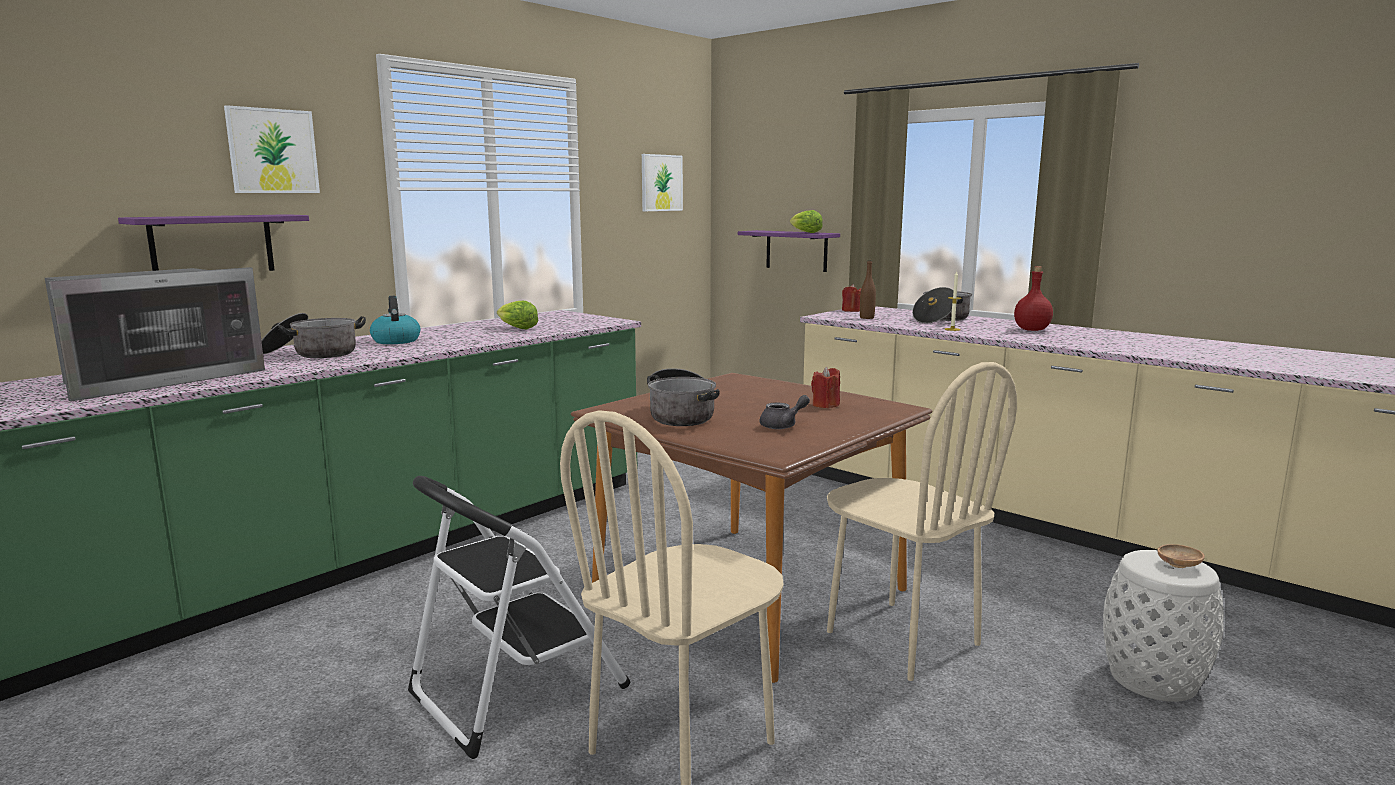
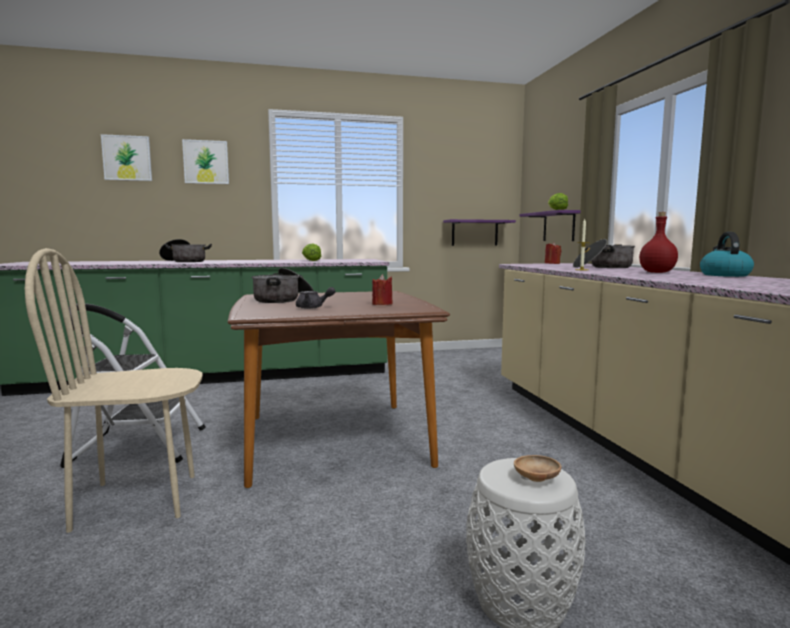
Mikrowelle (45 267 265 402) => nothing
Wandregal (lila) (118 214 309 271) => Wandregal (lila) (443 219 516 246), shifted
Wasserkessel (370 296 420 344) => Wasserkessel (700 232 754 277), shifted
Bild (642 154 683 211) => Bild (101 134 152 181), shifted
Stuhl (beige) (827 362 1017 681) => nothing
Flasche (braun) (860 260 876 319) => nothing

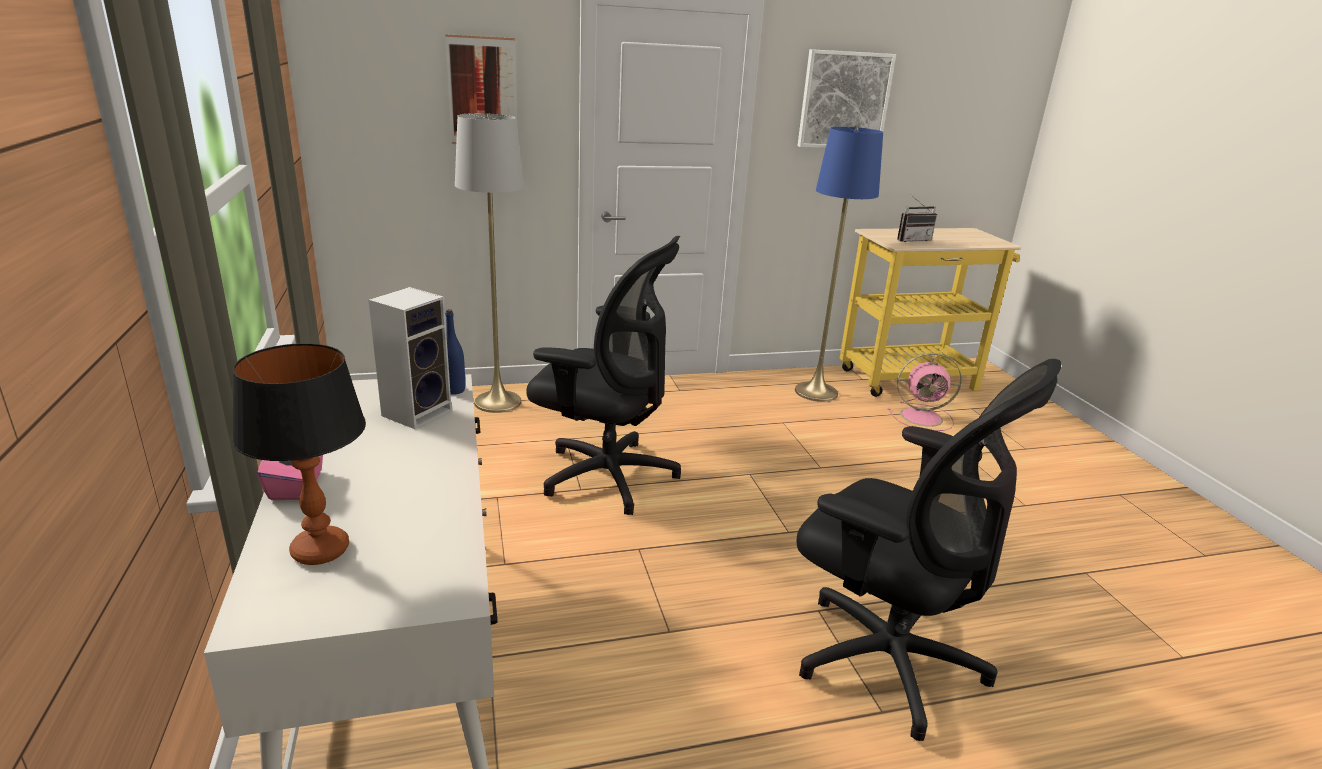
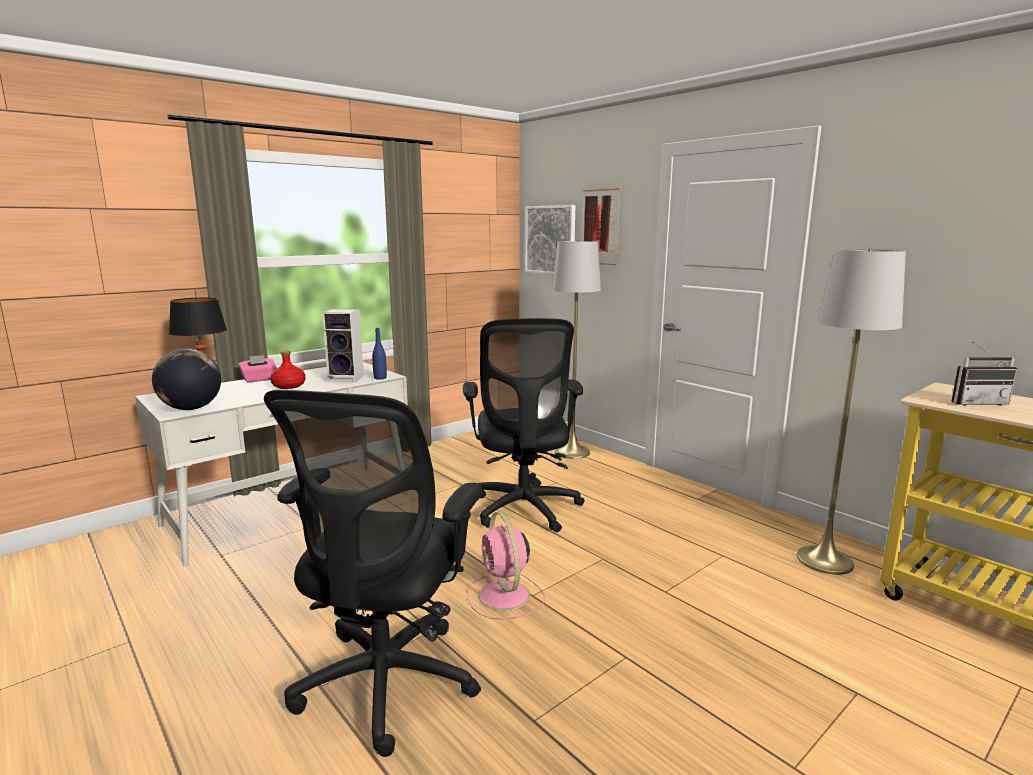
Stehlampe (blau) (795 127 883 402) => Stehlampe (grau) (796 248 906 575)
Bild (798 49 896 148) => Bild (525 205 575 275), shifted
Ventilator (rosa) (888 353 962 431) => Ventilator (rosa) (467 512 545 620), shifted
Radio (897 195 937 242) => Radio (951 341 1017 406), 45 degrees counterclockwise
nothing => Globus (152 349 221 410)
nothing => Flasche (rot) (270 351 306 389)

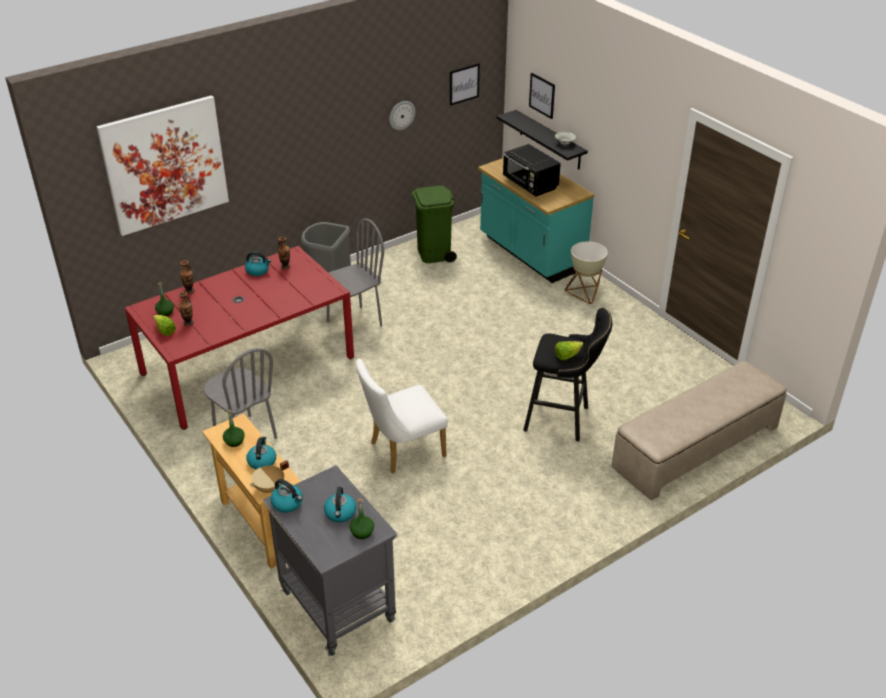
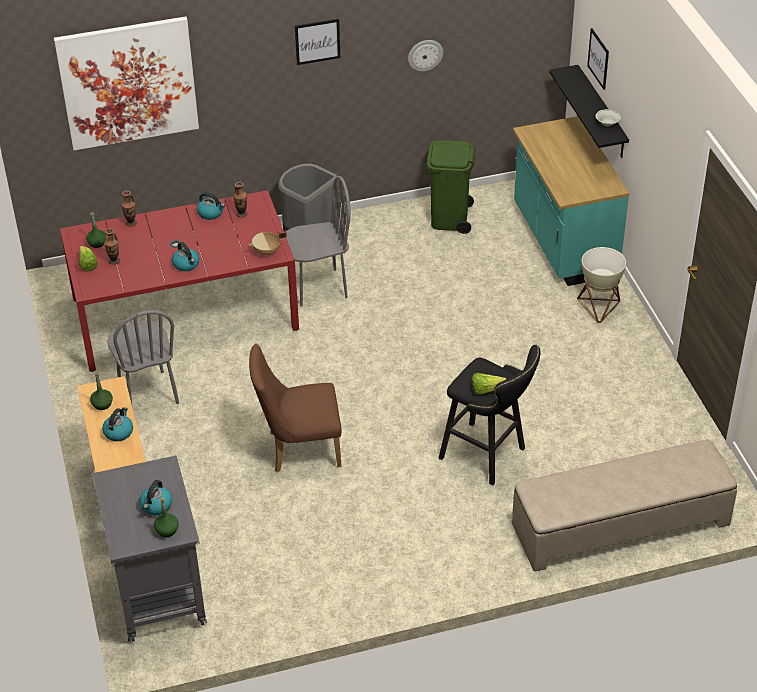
Kochtopf (beige) (250 460 289 493) => Kochtopf (beige) (248 230 287 256), shifted
Wasserkessel (270 479 303 512) => Wasserkessel (172 242 199 271), shifted
Stuhl (weiß) (356 359 448 474) => Stuhl (braun) (249 344 342 472)
Bild (450 63 480 106) => Bild (295 19 340 65), shifted
Mikrowelle (schwarz) (503 144 561 196) => nothing

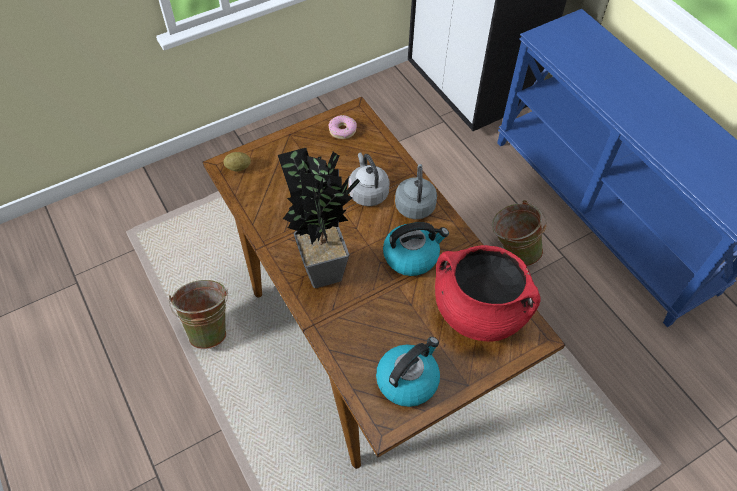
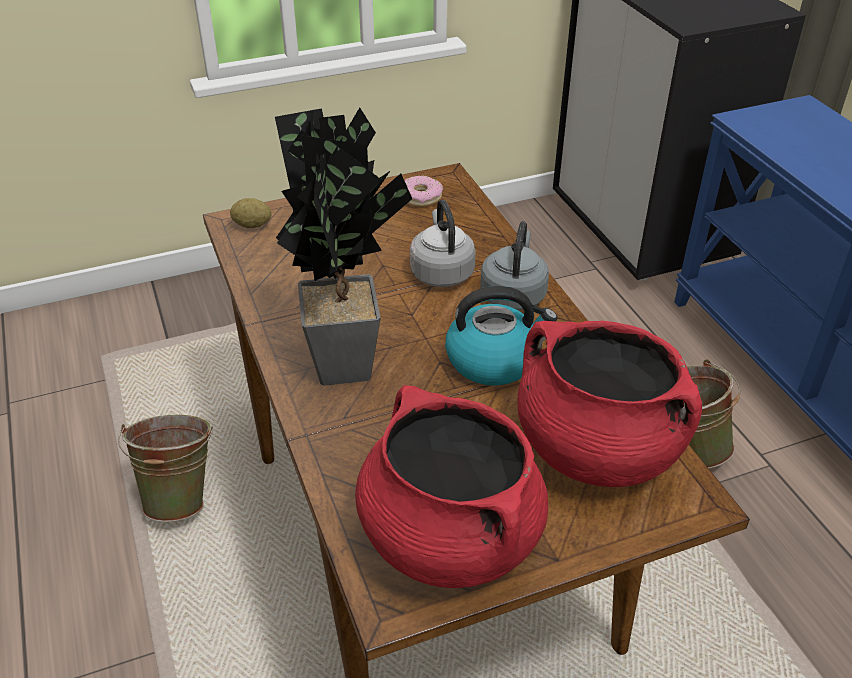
Wasserkessel (376 337 440 407) => Kochtopf (rot) (355 385 548 588)

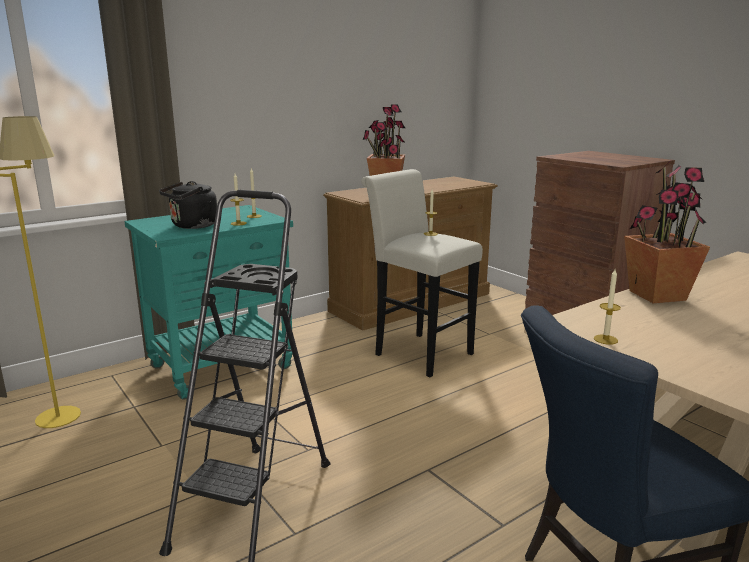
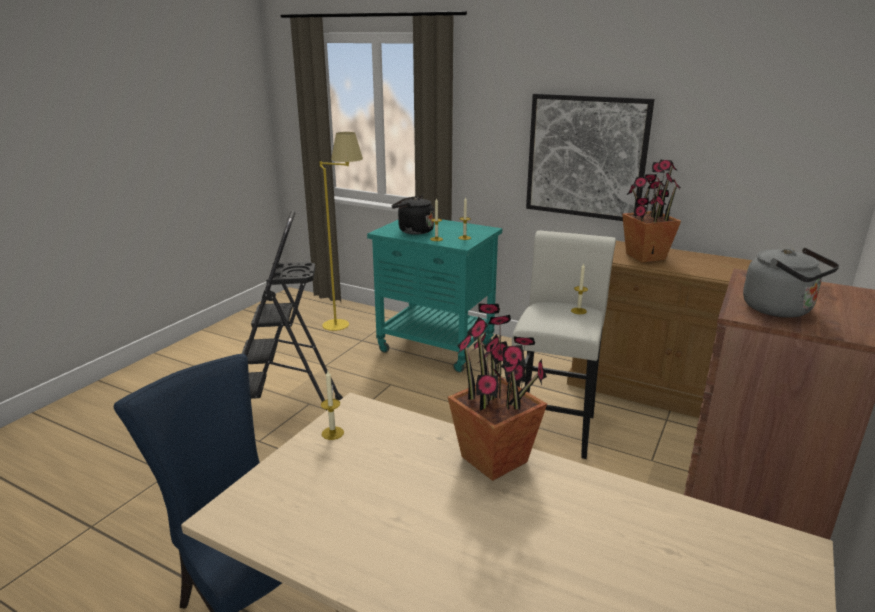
nothing => Bild (526 93 655 221)
nothing => Wasserkessel (grau) (743 248 839 318)

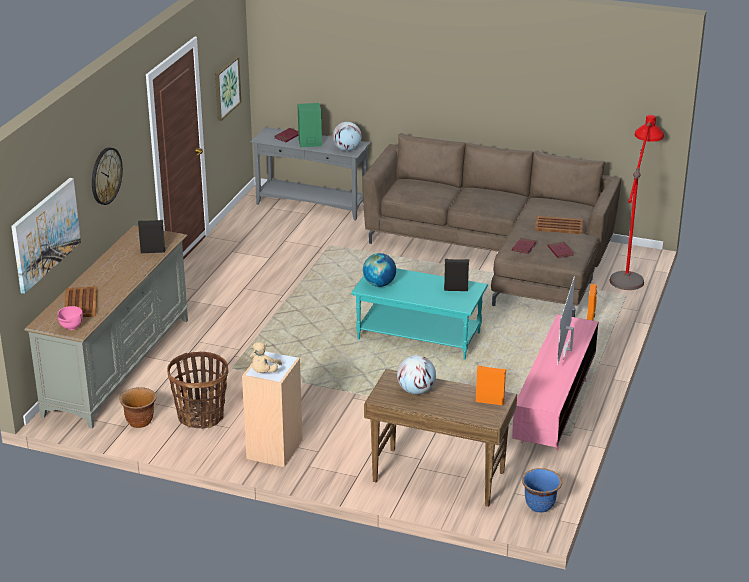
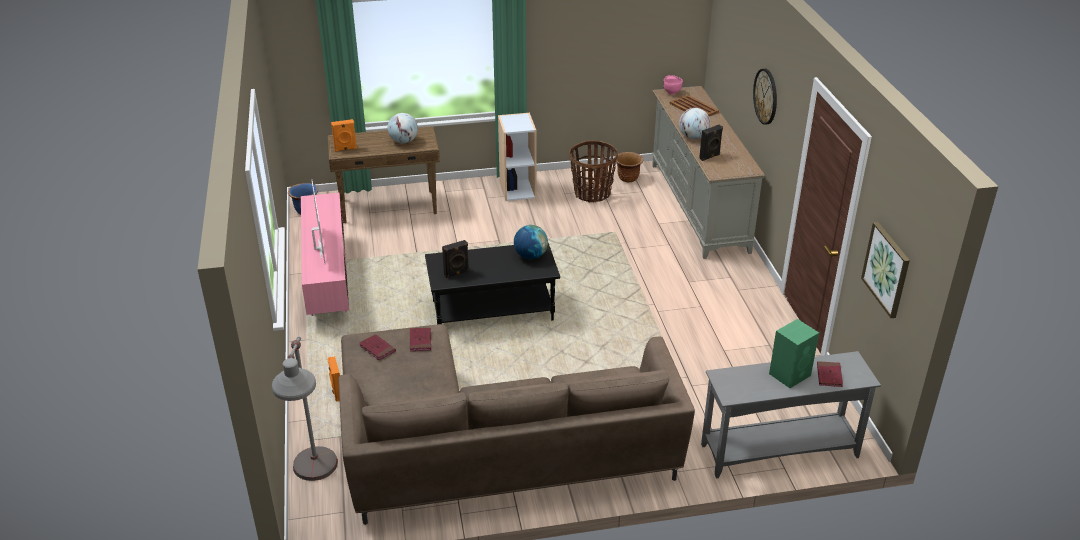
Bild (11 178 81 294) => nothing
Plüschtier (beige) (250 342 282 373) => nothing
Globus (333 122 362 151) => Globus (679 108 710 139), shifted
Couchtisch (türkis) (351 268 488 360) => Couchtisch (schwarz) (425 243 560 324)
Tablett (braun) (535 216 584 234) => nothing
Stehlampe (rot) (609 115 664 290) => Stehlampe (grau) (272 336 338 481)

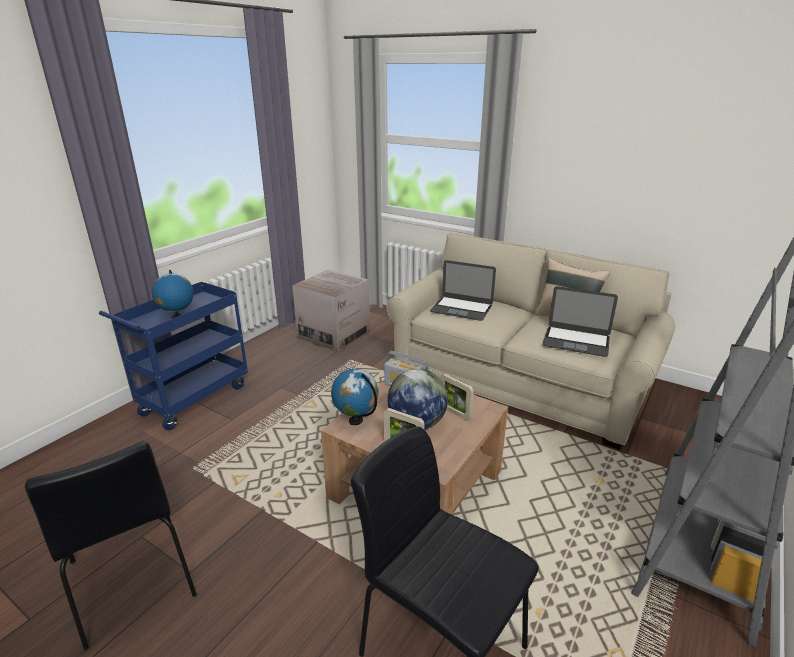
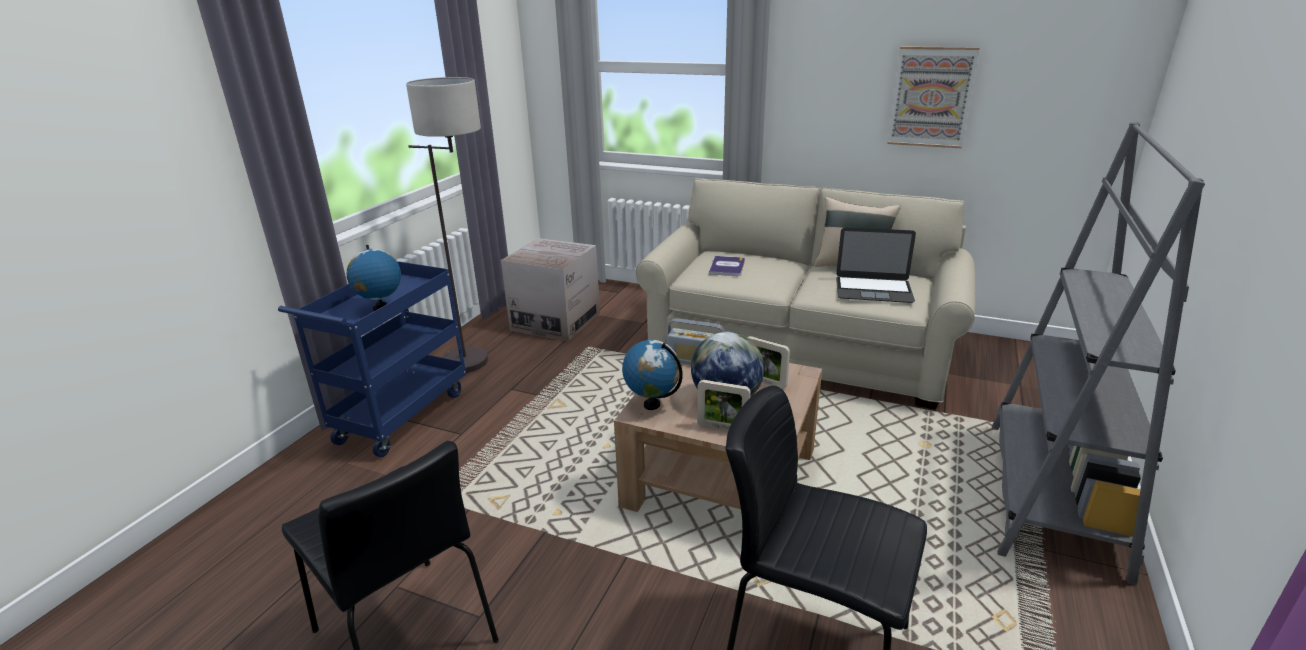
Laptop (430 260 496 321) => Buch (709 256 745 276)
nothing => Stehlampe (grau) (406 77 488 373)
nothing => Bild (887 46 980 148)

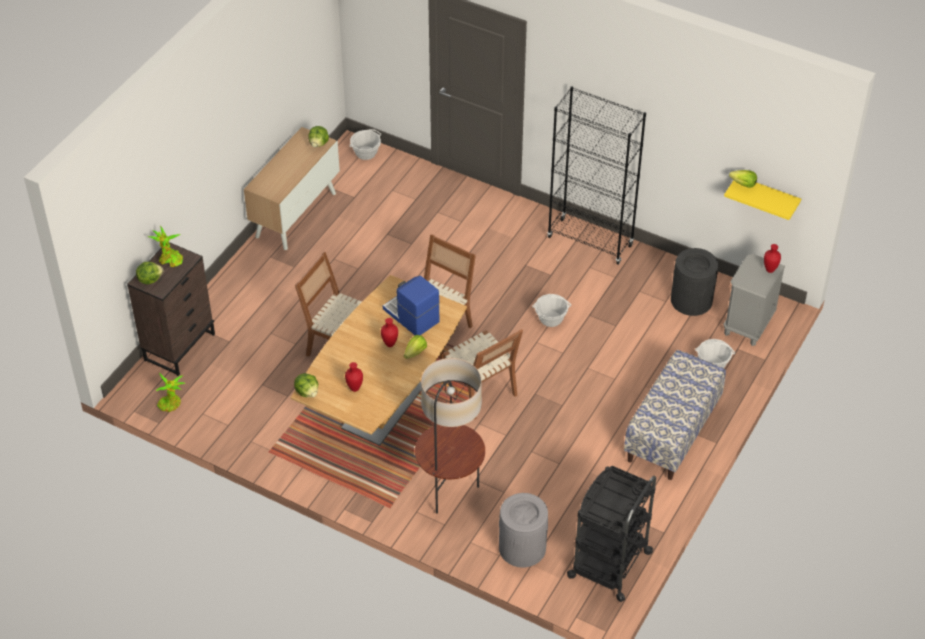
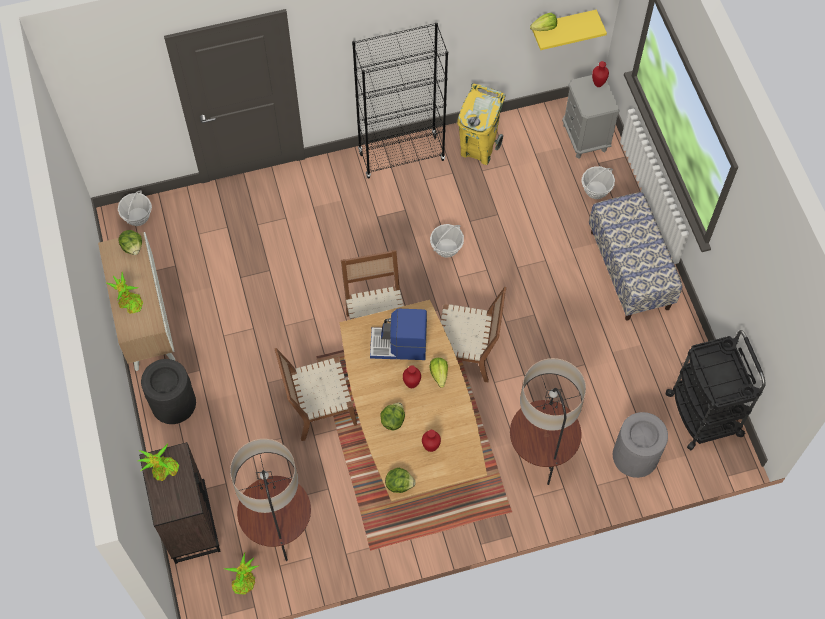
Salatkopf (136 262 164 284) => Salatkopf (380 402 405 430), shifted
Mülleimer (schwarz) (671 248 718 316) => Mülleimer (schwarz) (141 359 196 424), shifted
nothing => Topfpflanze (106 272 143 314)
nothing => Stehlampe (230 439 311 561)
nothing => Mülleimer (gelb) (457 83 506 165)

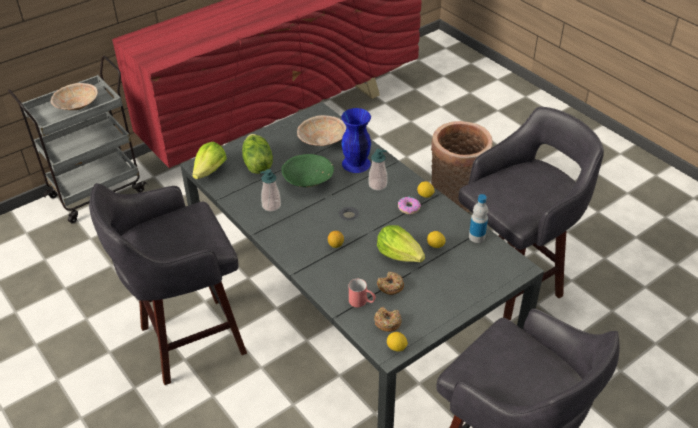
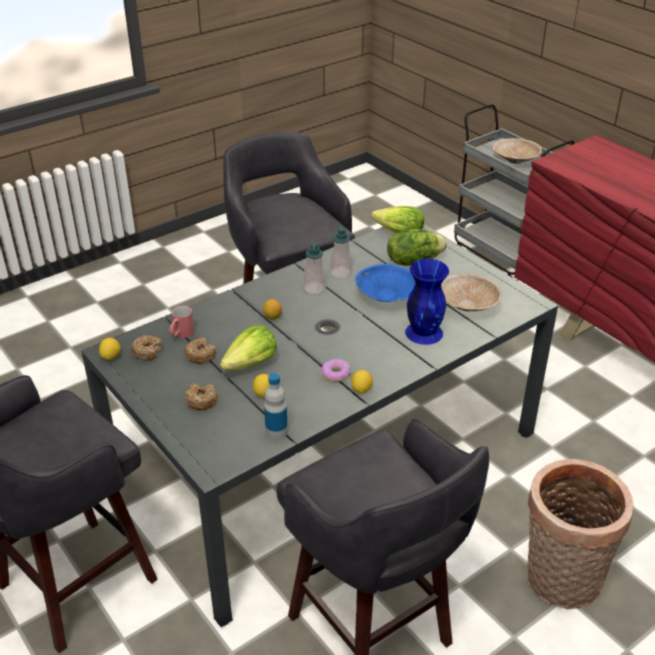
Schüssel (grün) (281 154 334 187) => Schüssel (blau) (355 264 415 302)
Seifenspender (368 149 387 191) => Seifenspender (303 242 326 295), shifted
nothing => Donut (185 383 218 410)

